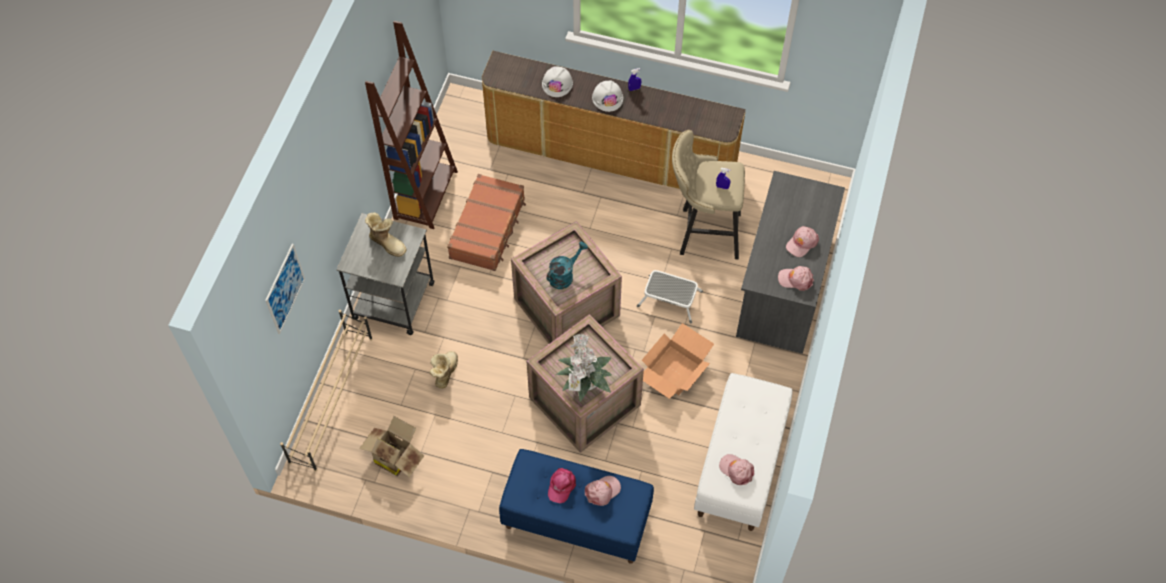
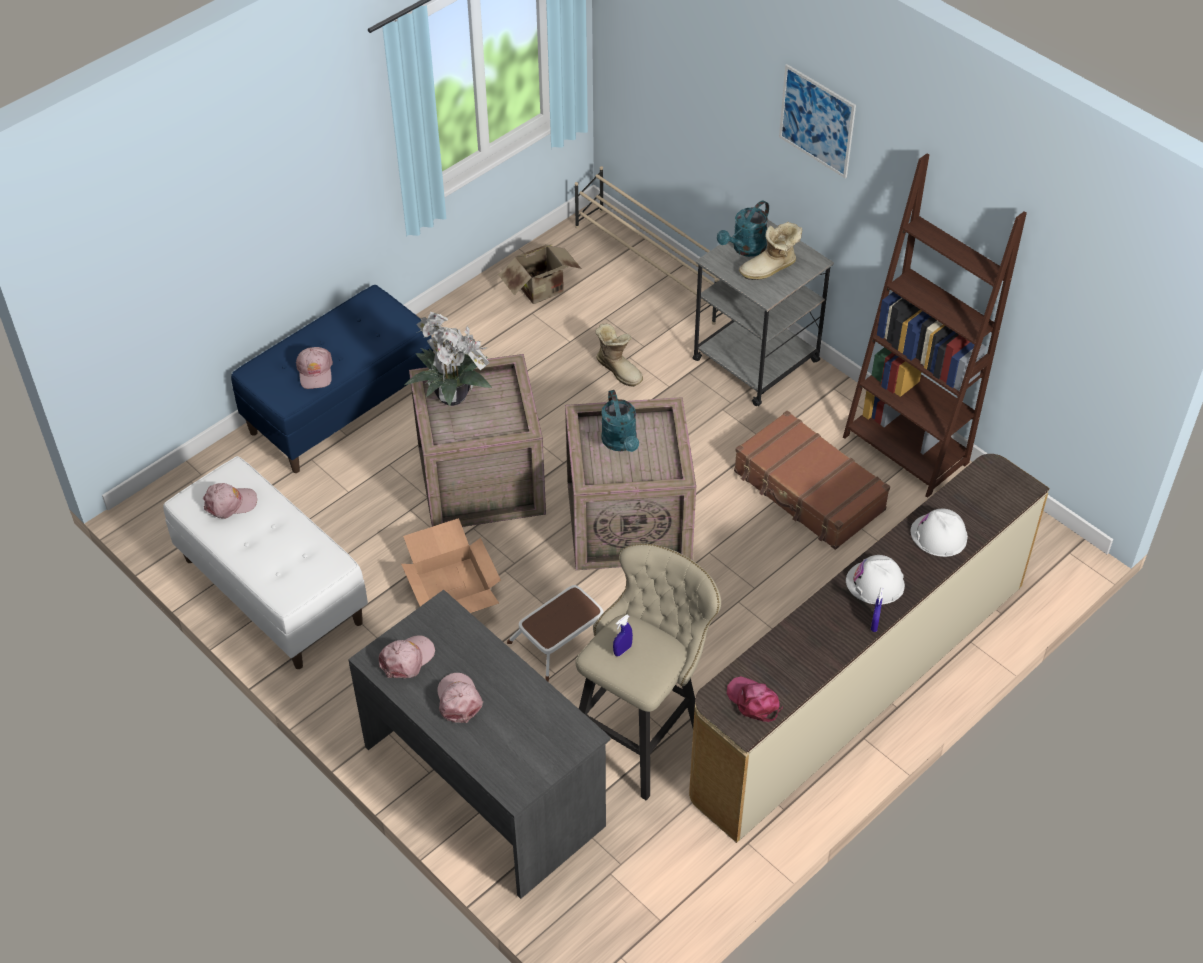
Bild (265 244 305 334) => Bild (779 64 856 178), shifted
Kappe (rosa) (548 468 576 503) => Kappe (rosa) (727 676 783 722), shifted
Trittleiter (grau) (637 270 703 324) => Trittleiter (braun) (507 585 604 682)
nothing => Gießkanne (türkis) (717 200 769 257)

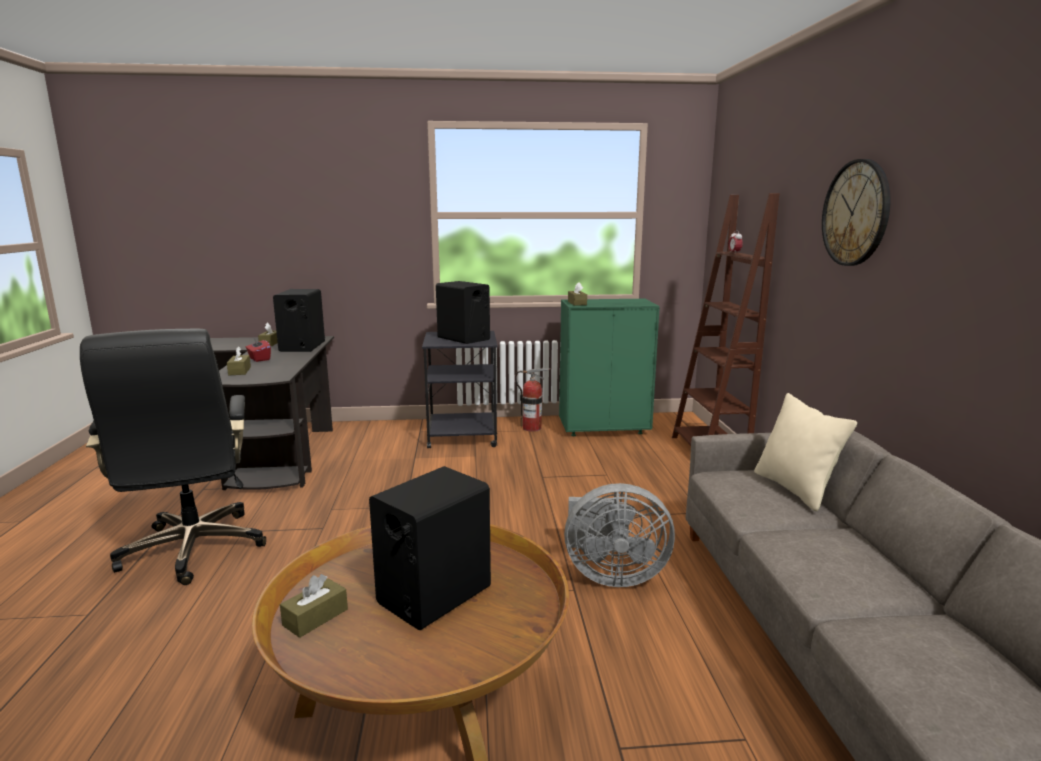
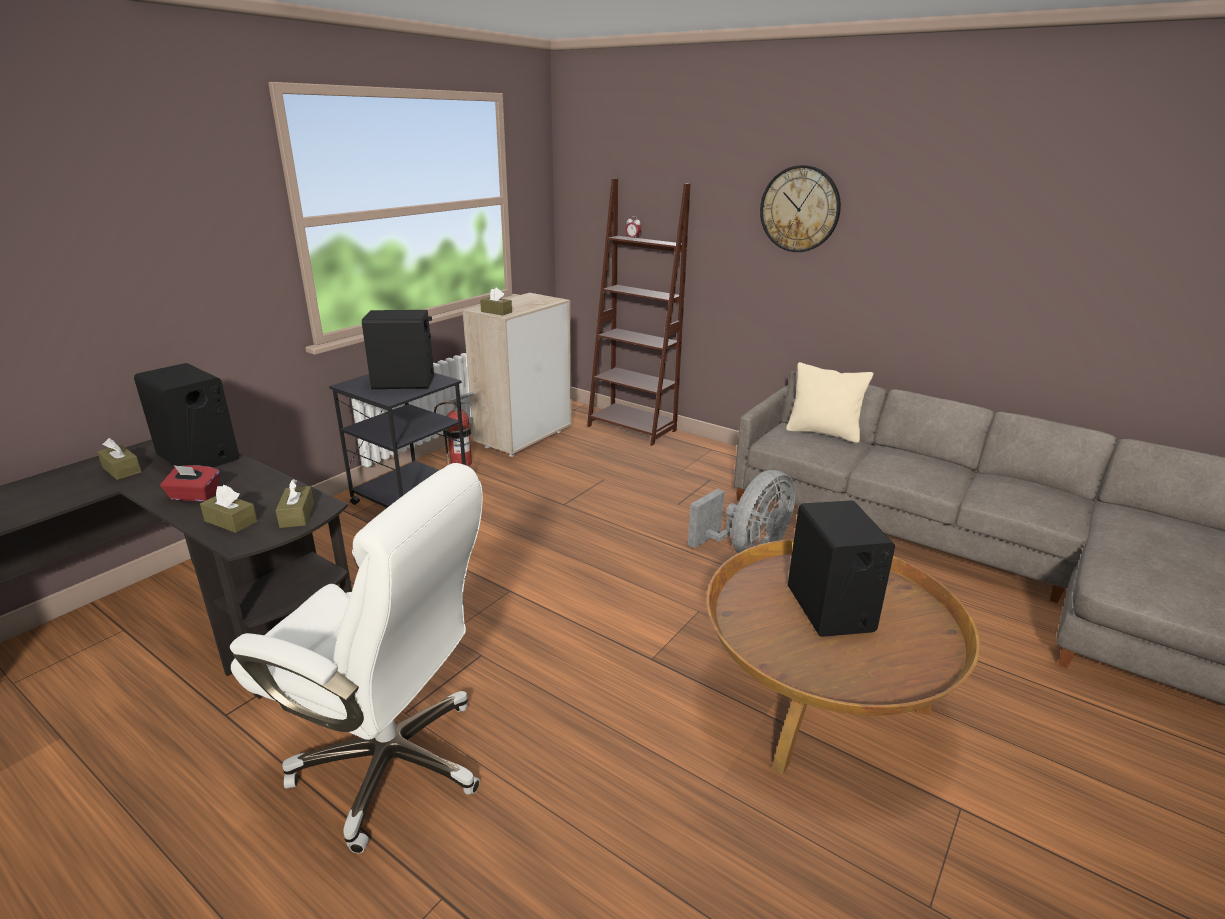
Bürostuhl (schwarz) (80 329 266 585) => Bürostuhl (weiß) (230 463 483 853)
Taschentuchbox (braun) (280 574 348 638) => Taschentuchbox (braun) (276 479 314 528), shifted
Schrank (grün) (559 299 660 436) => Schrank (beige) (463 293 572 457)

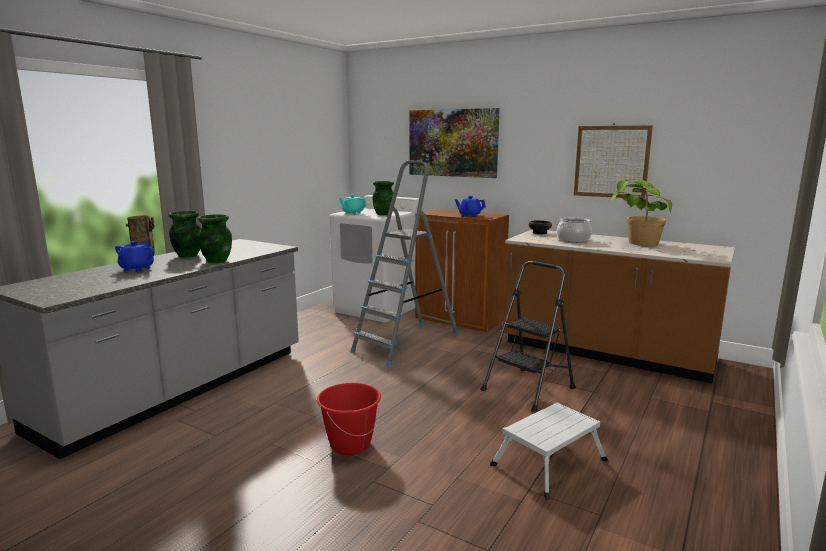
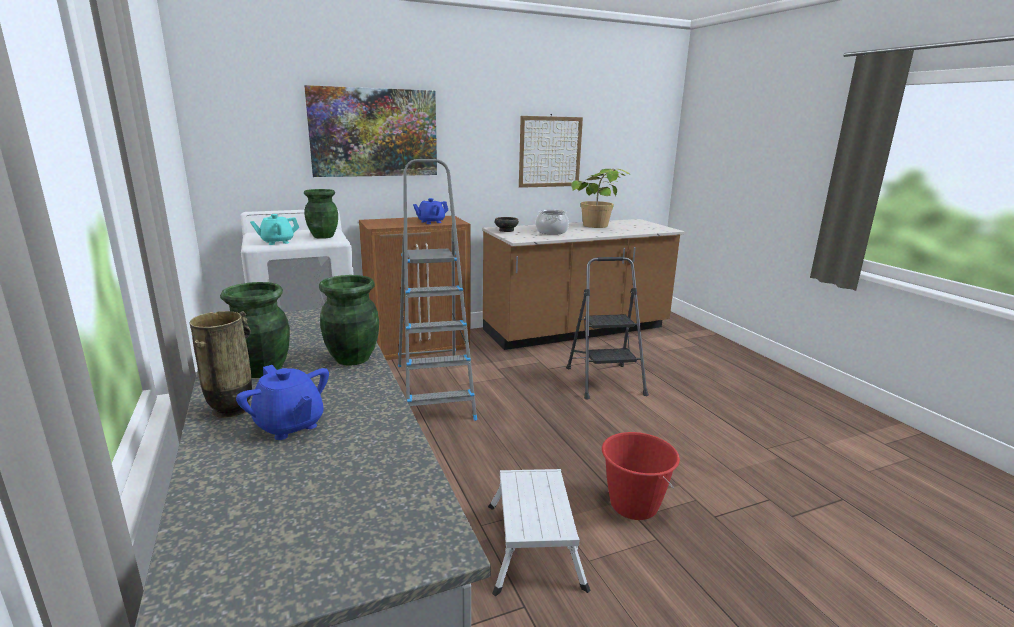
Trittleiter (weiß) (490 402 608 500) => Trittleiter (weiß) (488 469 590 597), shifted

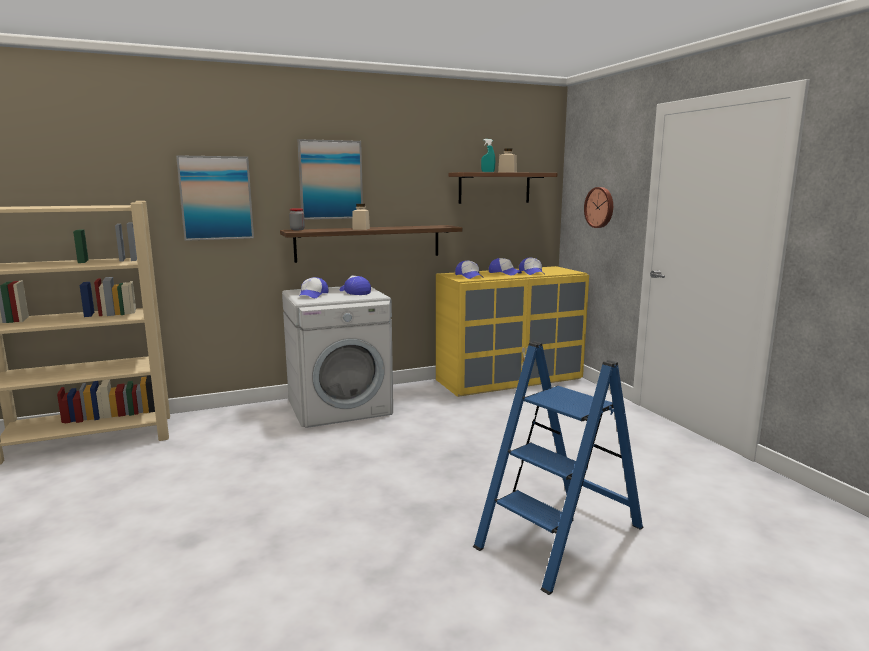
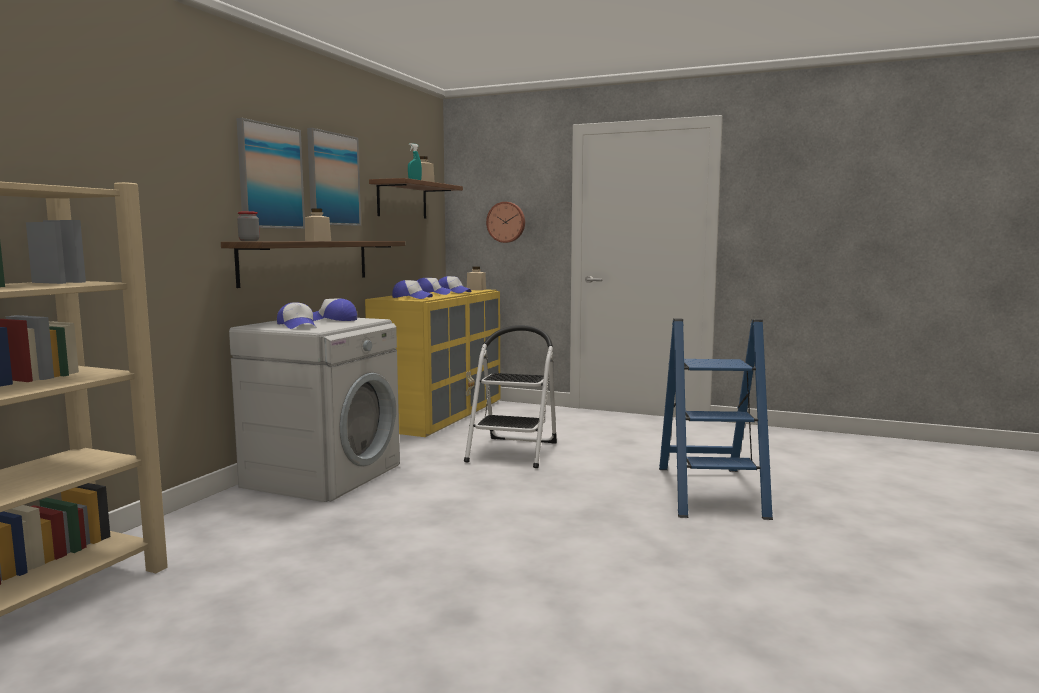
Bild (176 155 254 241) => Bild (307 128 361 226), shifted
nothing => Trittleiter (464 325 557 468)
nothing => Vorratsglas (beige) (467 267 486 290)

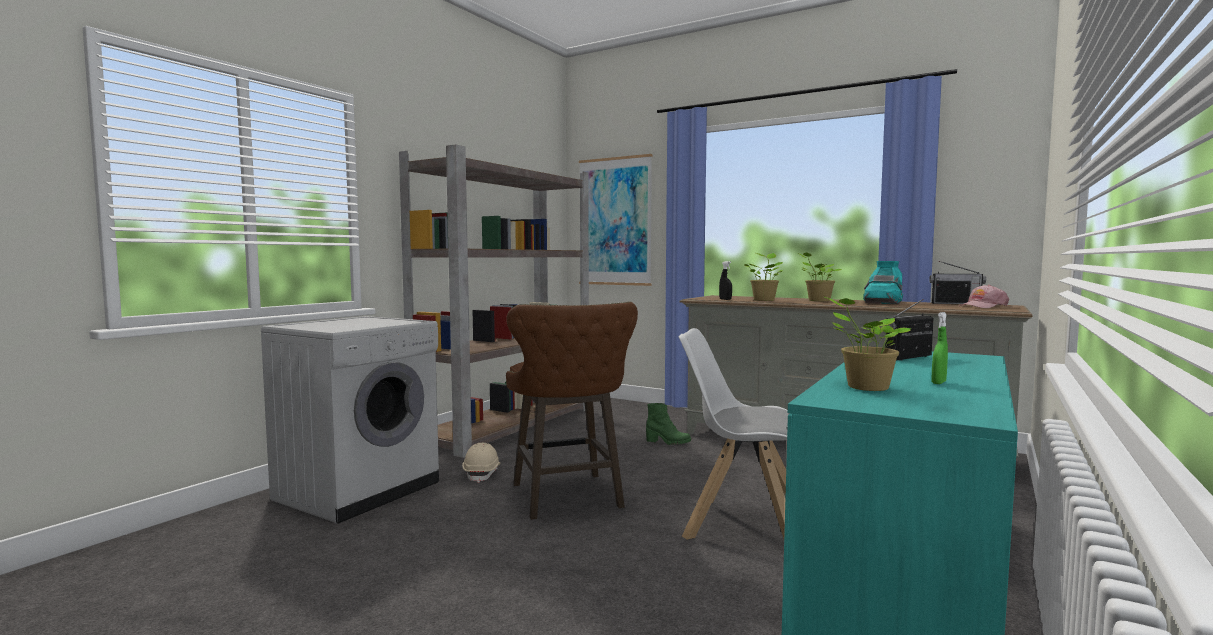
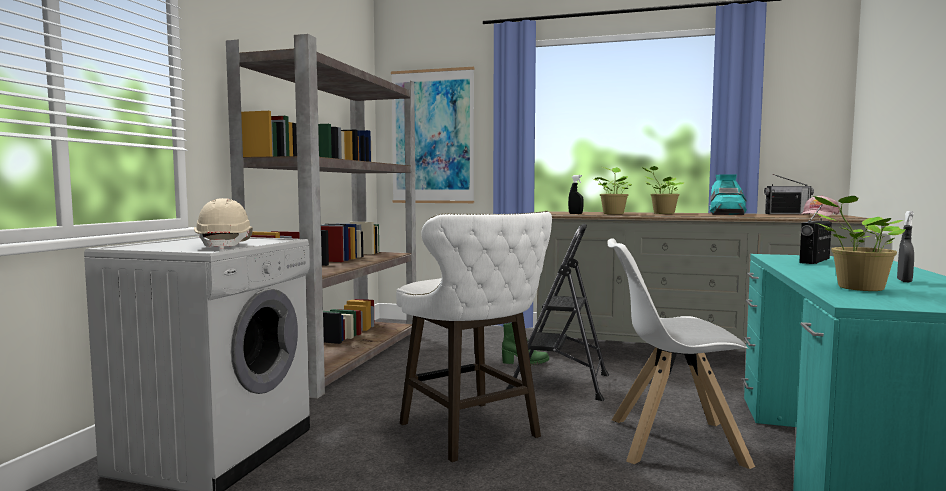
Schutzhelm (beige) (462 443 500 483) => Schutzhelm (beige) (194 198 253 249), shifted
Hocker (braun) (506 302 638 520) => Hocker (weiß) (396 211 552 462)
Sprühflasche (grün) (932 312 948 384) => Sprühflasche (grau) (897 211 914 282)
nothing => Trittleiter (schwarz) (506 224 609 401)

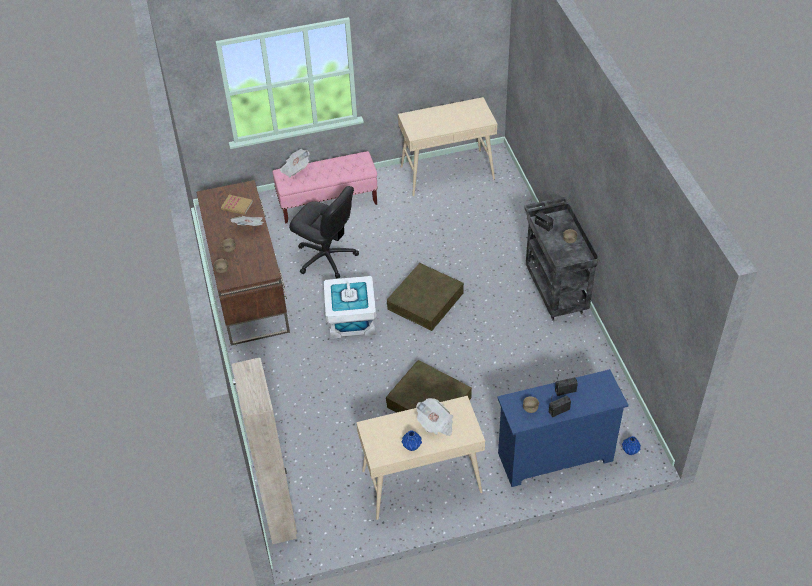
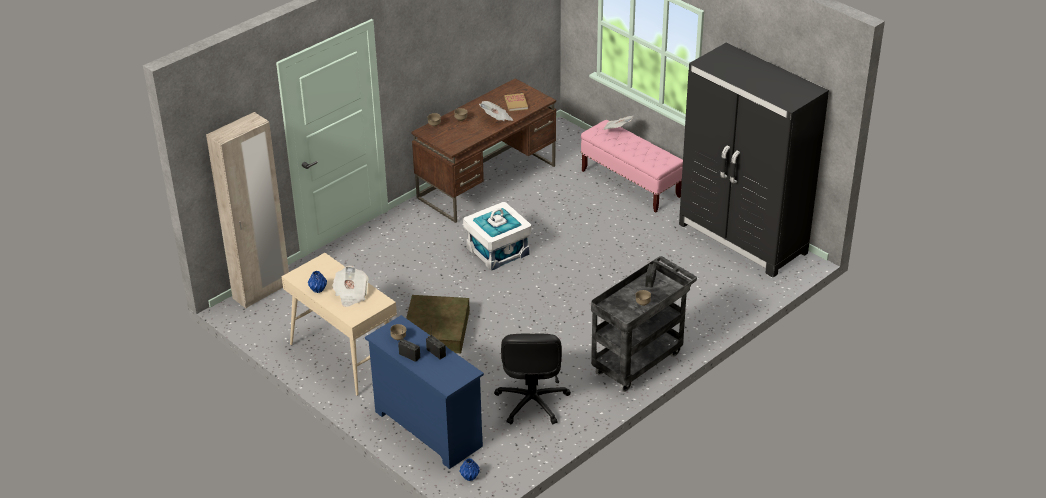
Bürostuhl (schwarz) (289 186 359 279) => Bürostuhl (schwarz) (494 334 571 424), shifted
Aufbewahrungsbox (braun) (387 263 464 331) => nothing
Konsolentisch (beige) (398 97 497 196) => Schrank (schwarz) (679 43 829 277)

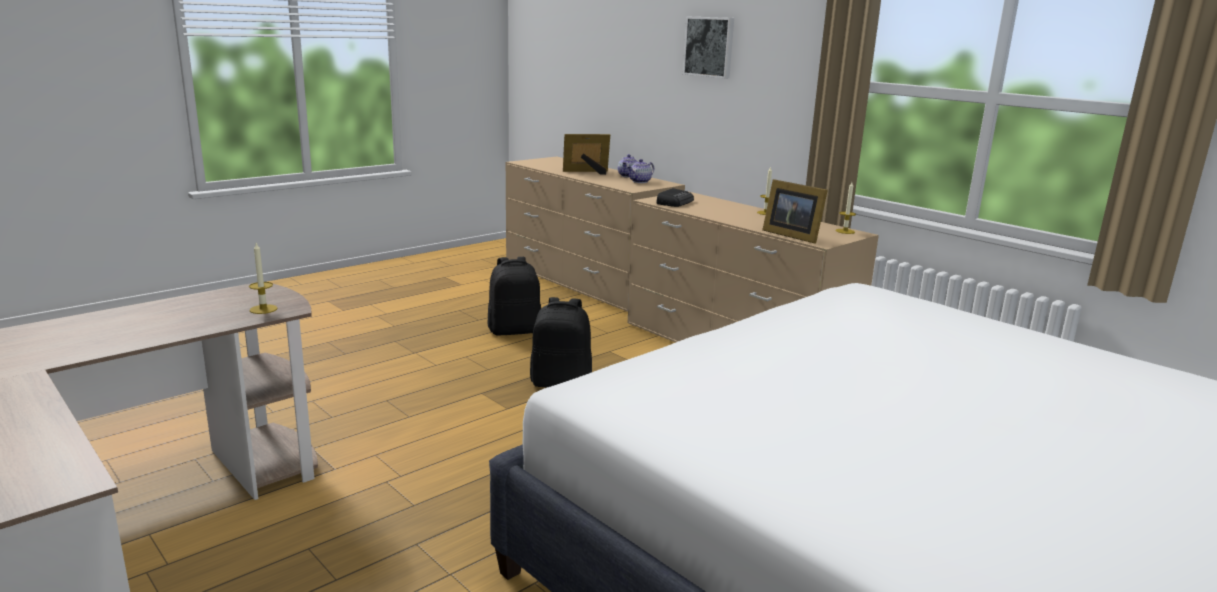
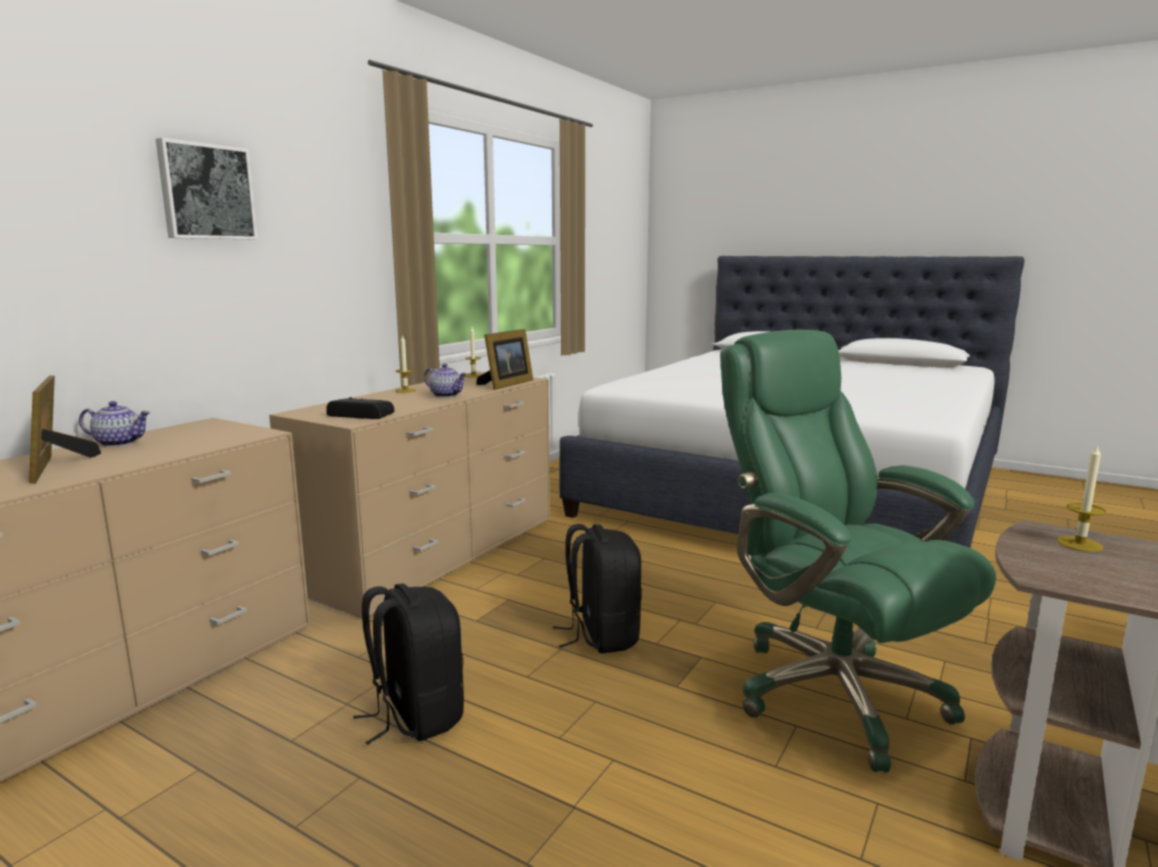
Teekanne (627 159 654 183) => Teekanne (424 364 467 398), shifted
nothing => Bürostuhl (grün) (720 330 996 773)

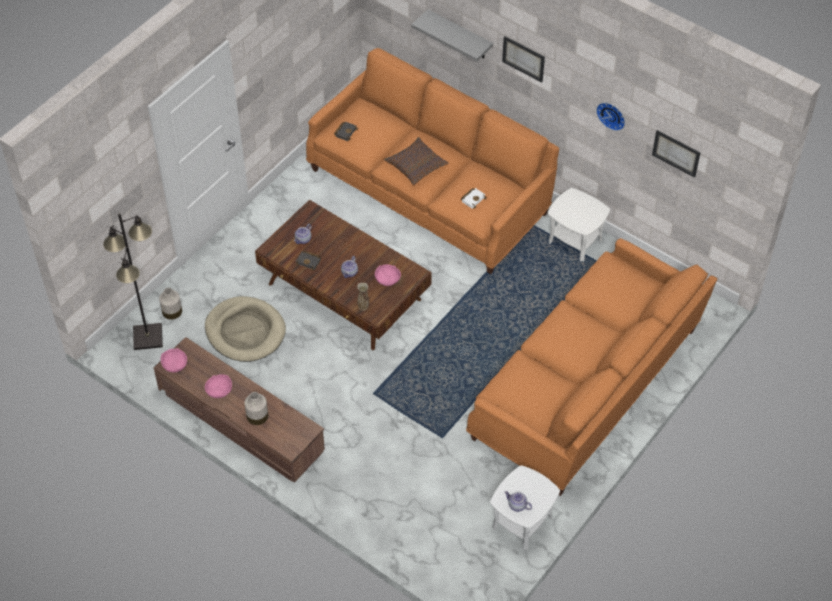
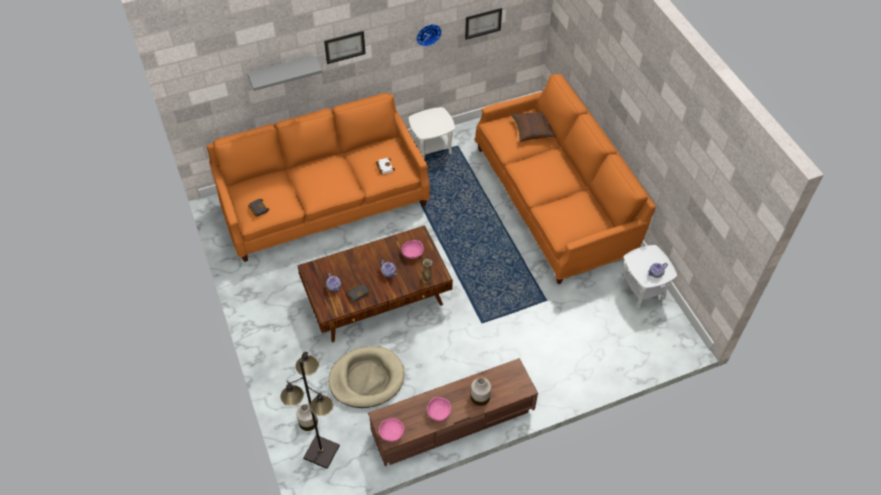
Kissen (braun) (384 137 448 185) => Kissen (braun) (511 111 556 142), shifted

